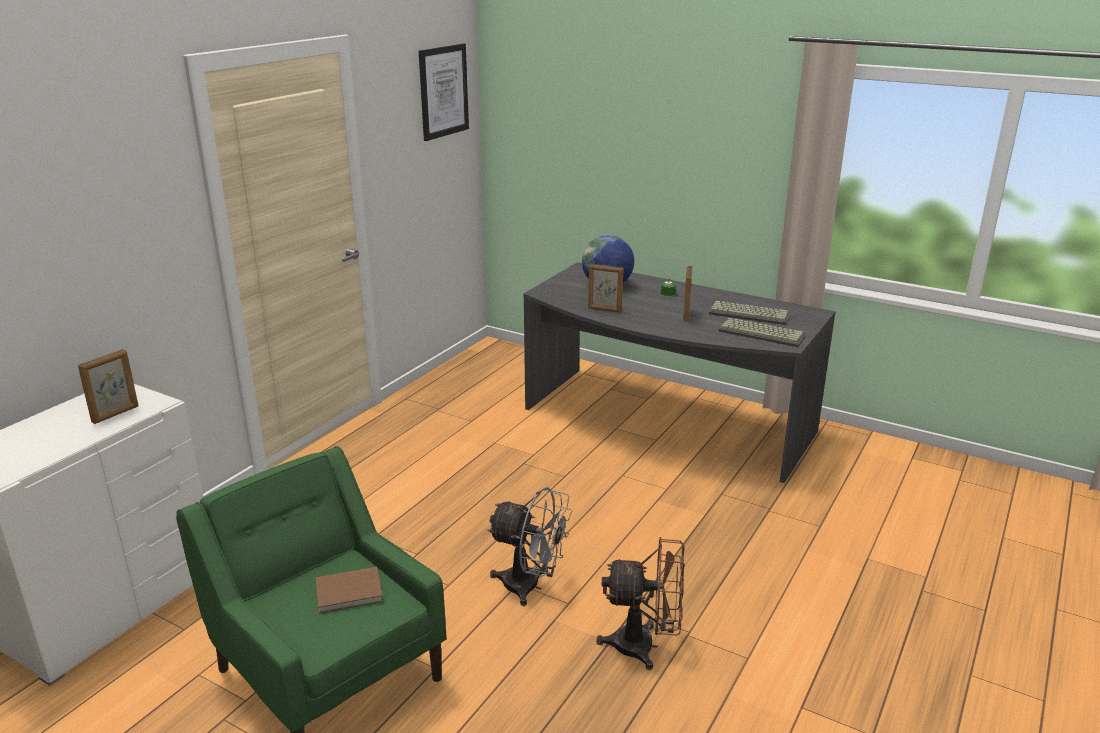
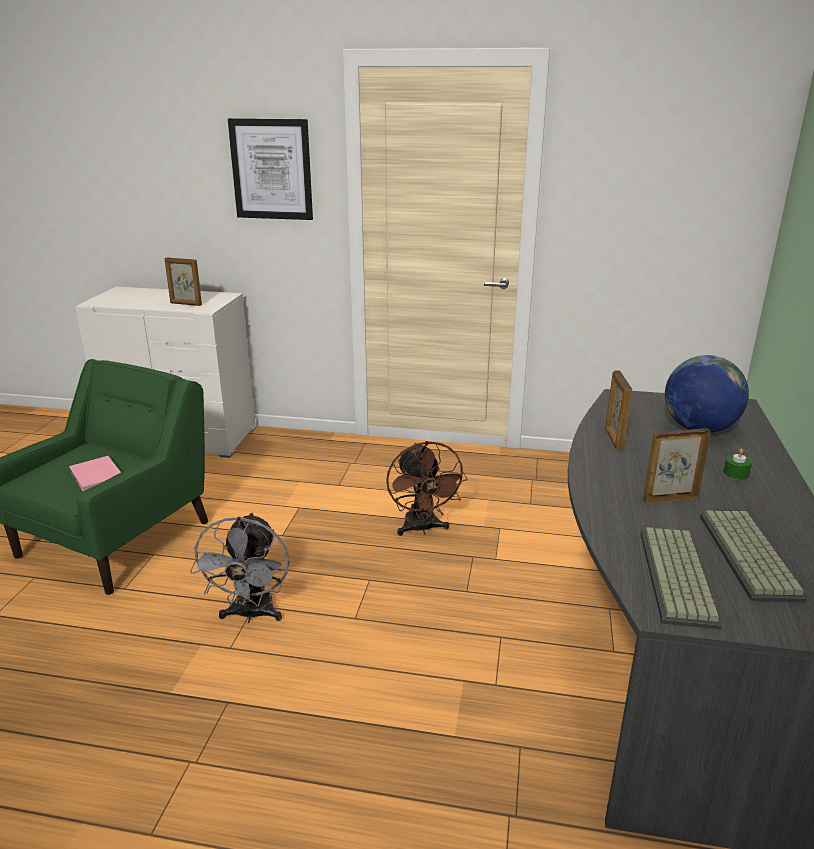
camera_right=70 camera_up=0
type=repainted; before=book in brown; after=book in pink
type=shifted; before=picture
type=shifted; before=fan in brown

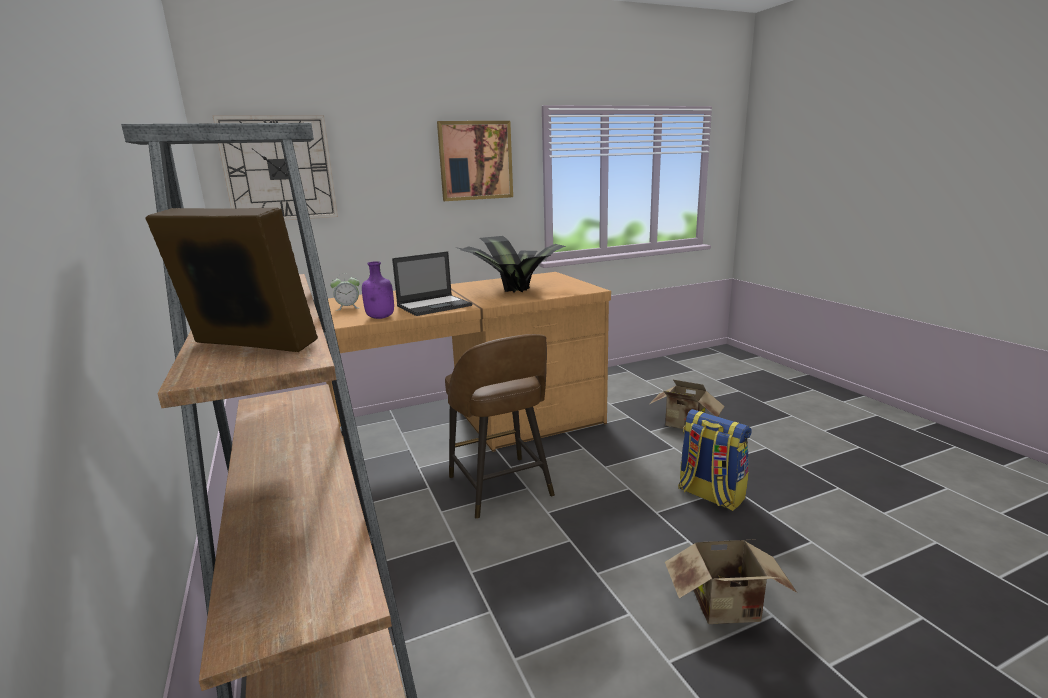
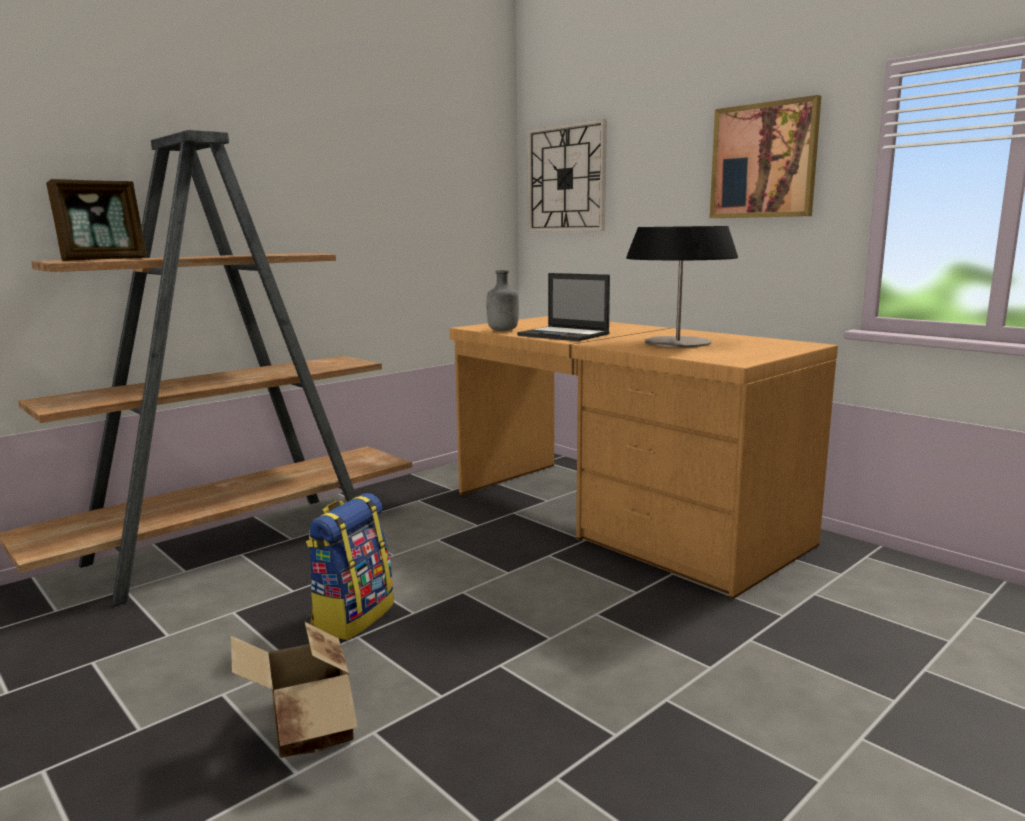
camera_right=70 camera_up=-5
type=rotated; before=picture frame; turn=45
type=shifted; before=backpack
type=repainted; before=bottle in purple; after=bottle in grey
type=swapped; before=potted plant; after=table lamp
type=gone; before=alarm clock
type=gone; before=stool in brown
type=gone; before=cardboard box (no. 1 from left)

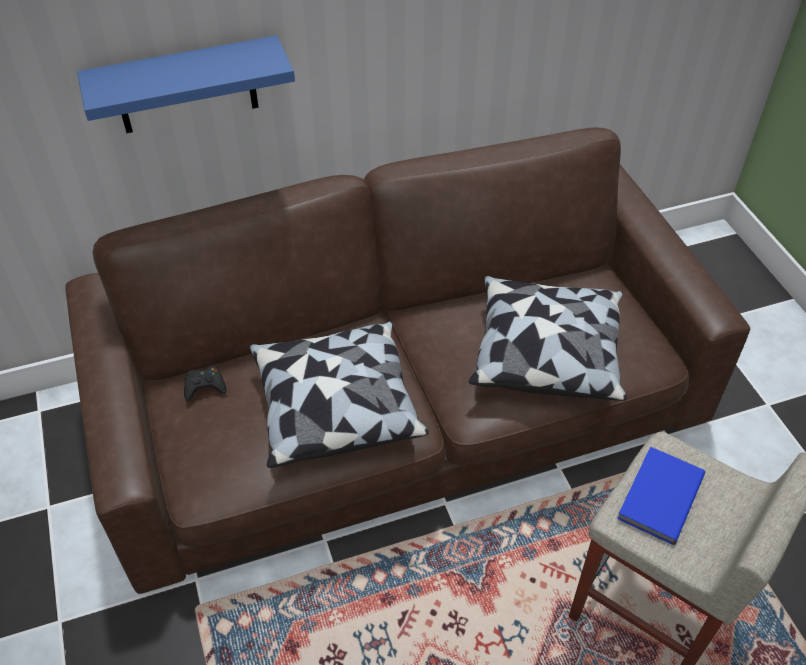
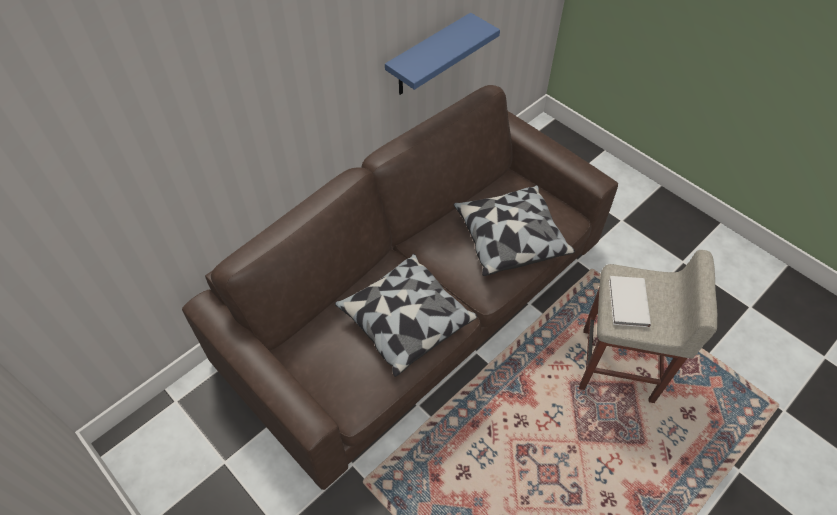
camera_right=-25 camera_up=5
type=shifted; before=shelf in blue
type=repainted; before=book in blue; after=book in white
type=gone; before=game controller in black

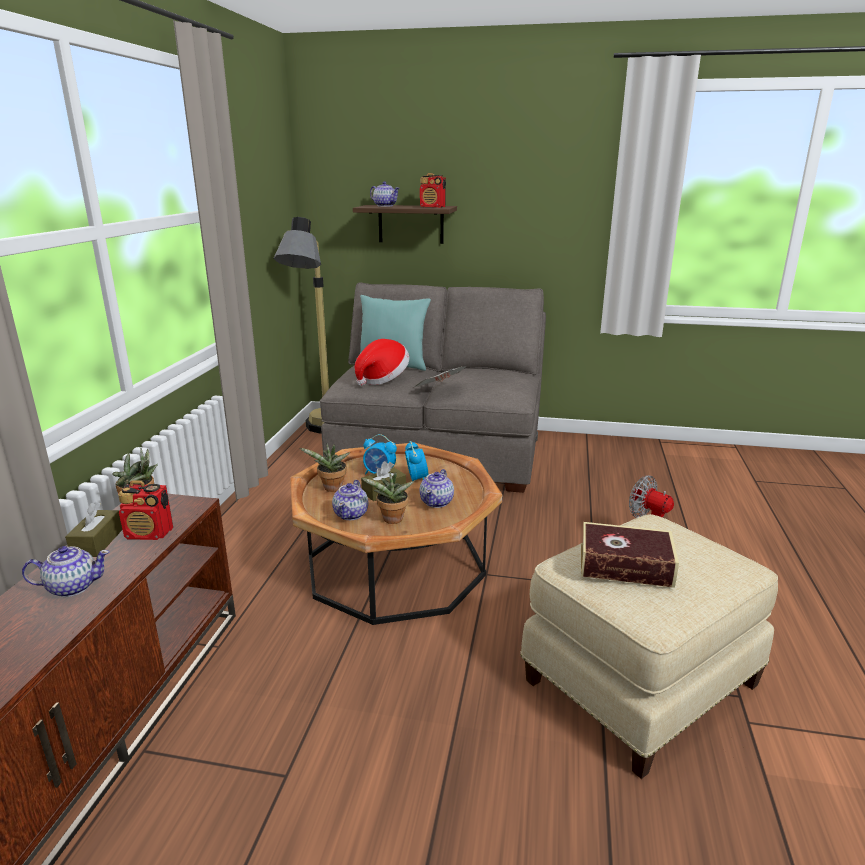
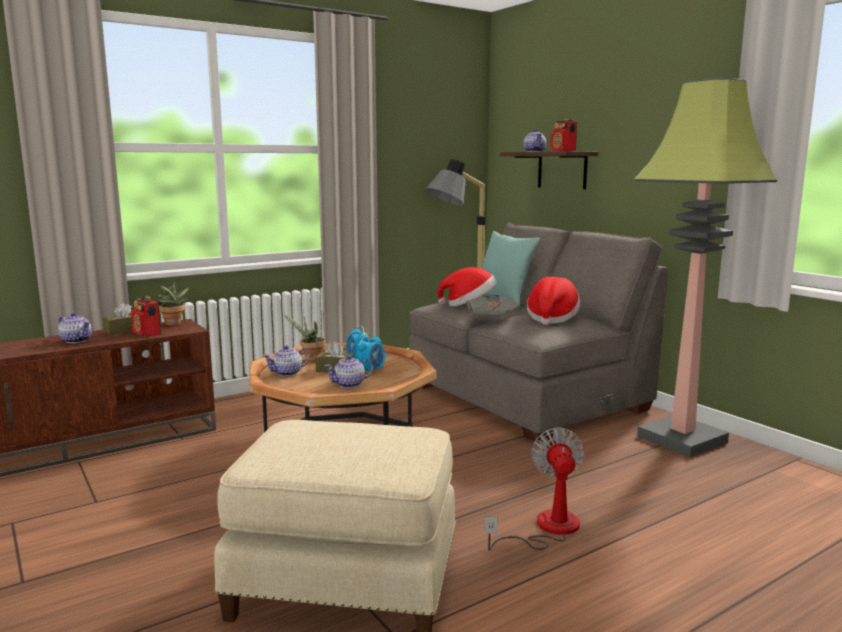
camera_right=45 camera_up=-10
type=new; after=hat (no. 2 from left)
type=new; after=floor lamp (no. 2 from left)
type=gone; before=potted plant (no. 3 from left)
type=gone; before=book

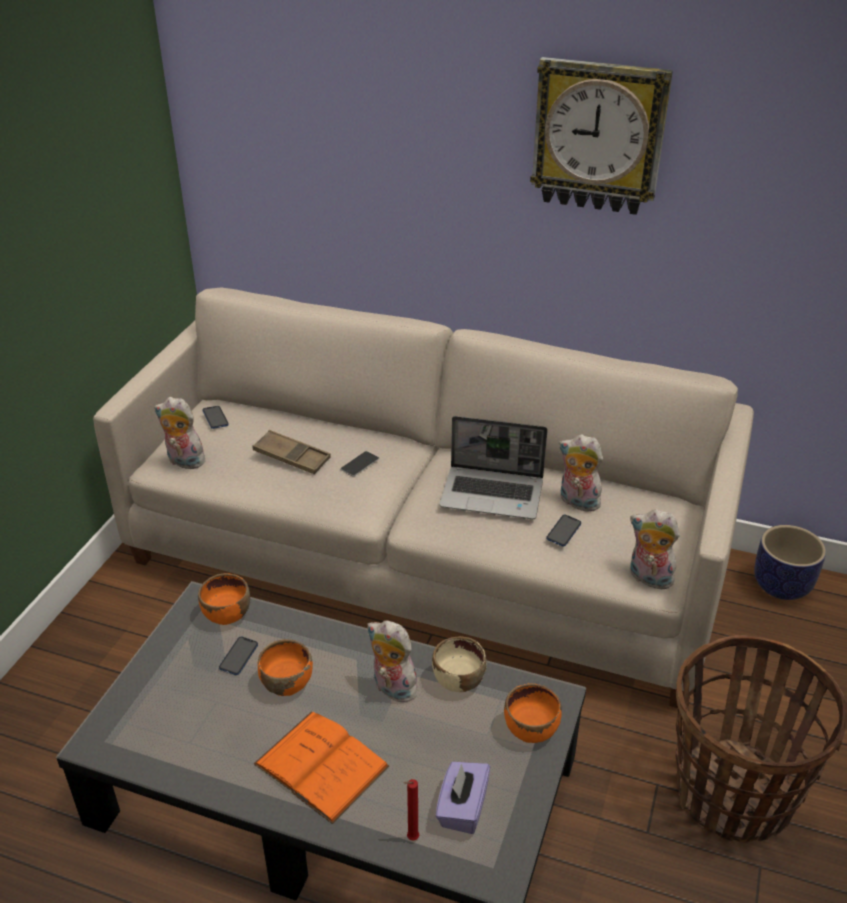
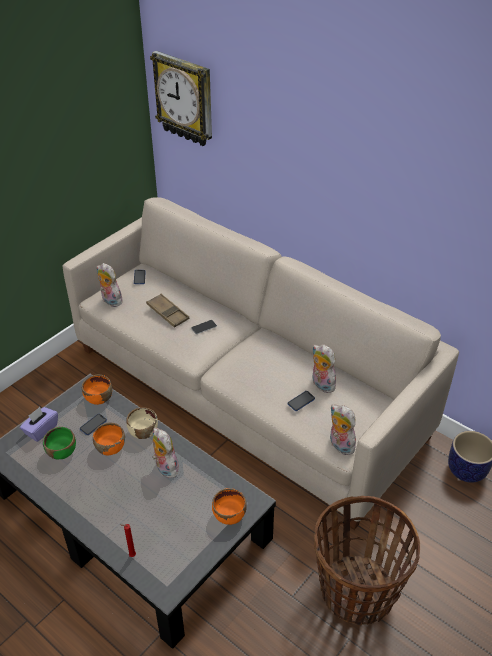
camera_right=20 camera_up=5
type=shifted; before=tissue box in purple
type=new; after=bowl in green
type=shifted; before=bowl in beige
type=shifted; before=wall clock
type=gone; before=book in orange
type=gone; before=laptop

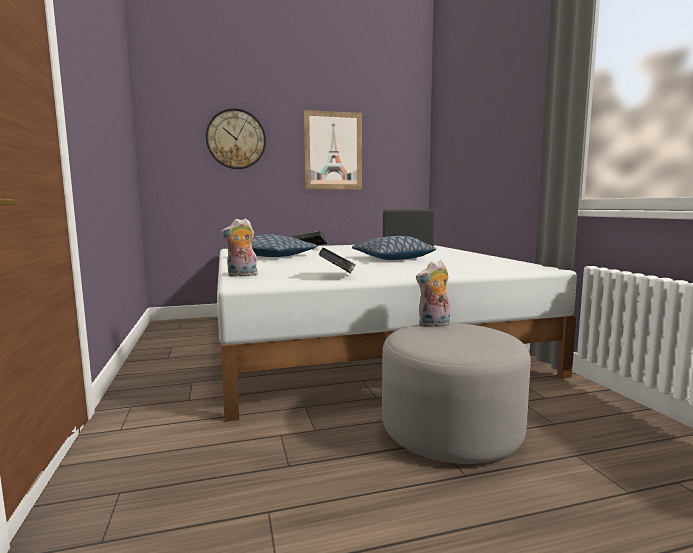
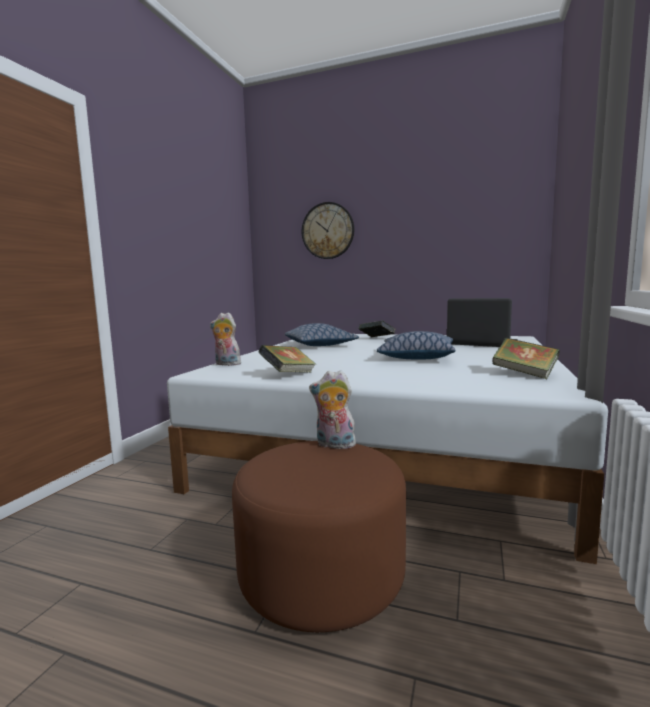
camera_right=35 camera_up=0
type=repainted; before=ottoman in grey; after=ottoman in brown
type=new; after=book (no. 3 from left)
type=gone; before=picture

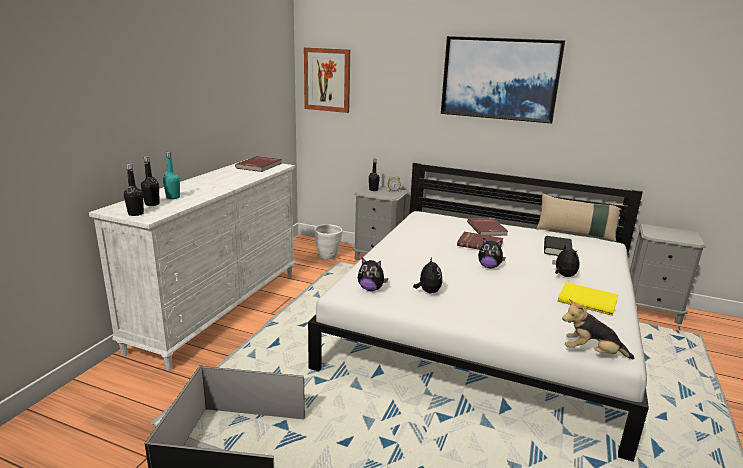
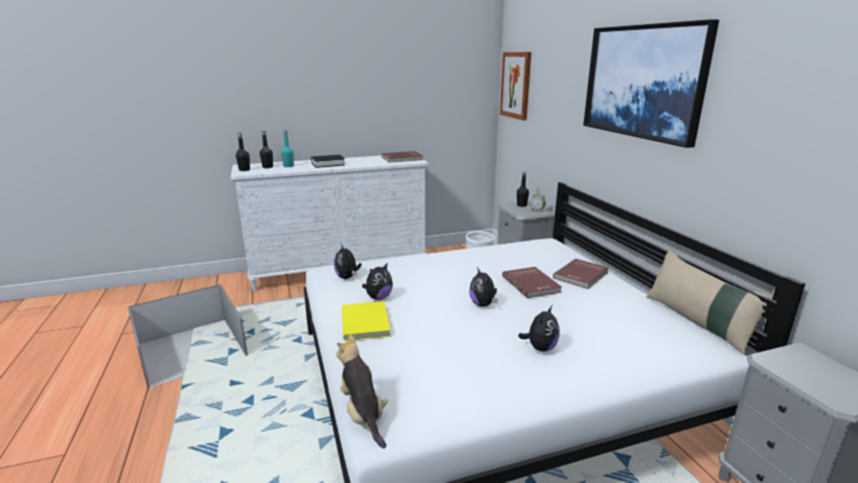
camera_right=50 camera_up=0
type=shifted; before=book in black
type=shifted; before=book in yellow

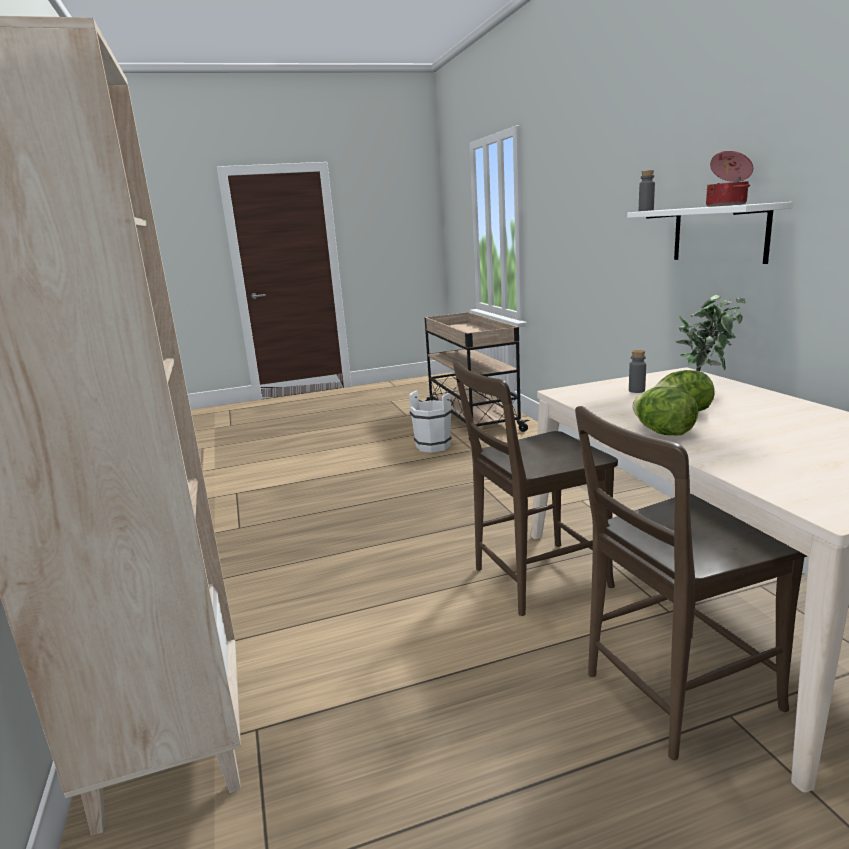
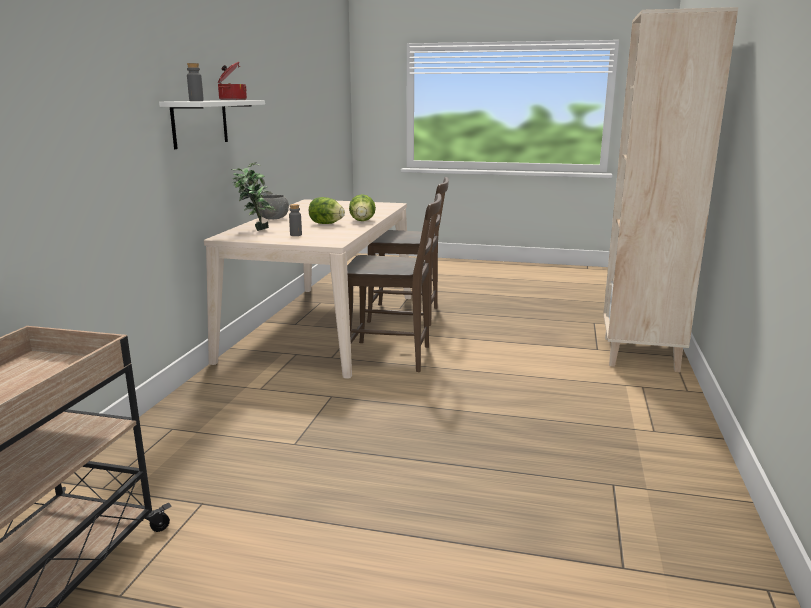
camera_right=-150 camera_up=0
type=new; after=bowl in grey
type=gone; before=bucket in white

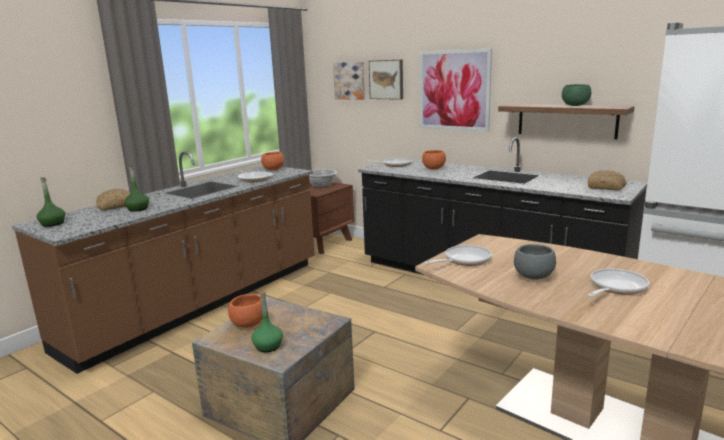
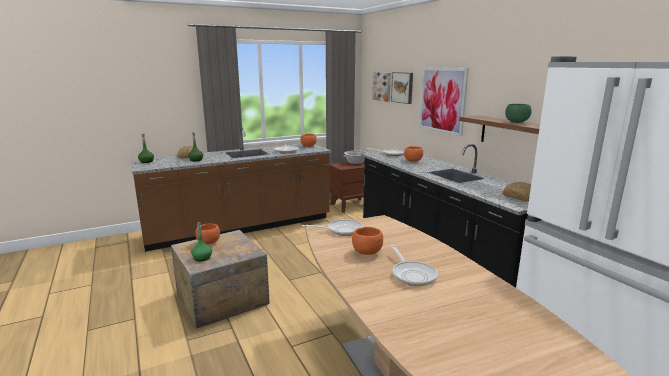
camera_right=25 camera_up=0
type=repainted; before=bowl in grey; after=bowl in orange (no. 3 from left)
type=rotated; before=frying pan (no. 4 from left); turn=90

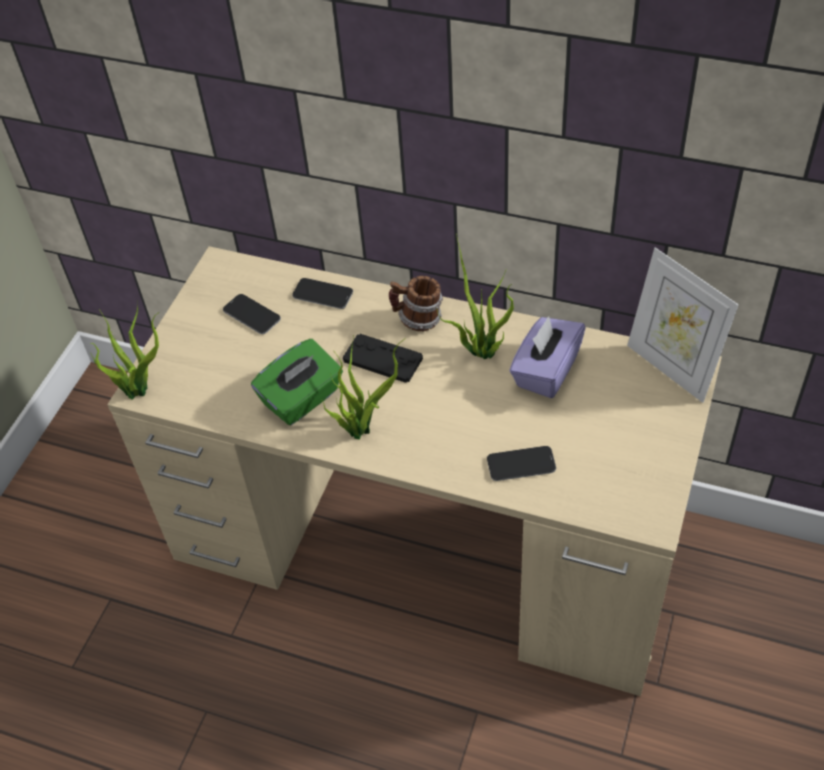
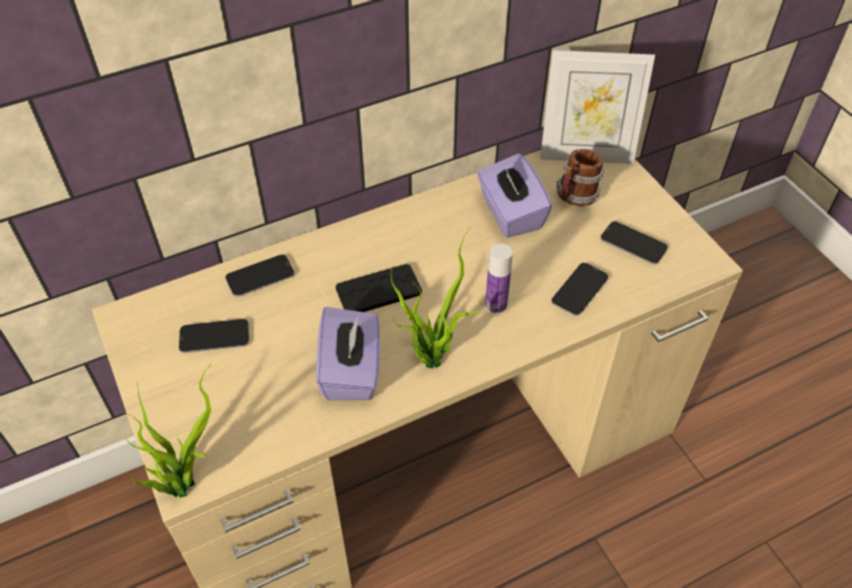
camera_right=-50 camera_up=0
type=repainted; before=tissue box in green; after=tissue box in purple (no. 1 from left)
type=new; after=bottle
type=shifted; before=mug
type=new; after=phone (no. 4 from left)
type=gone; before=potted plant (no. 3 from left)

